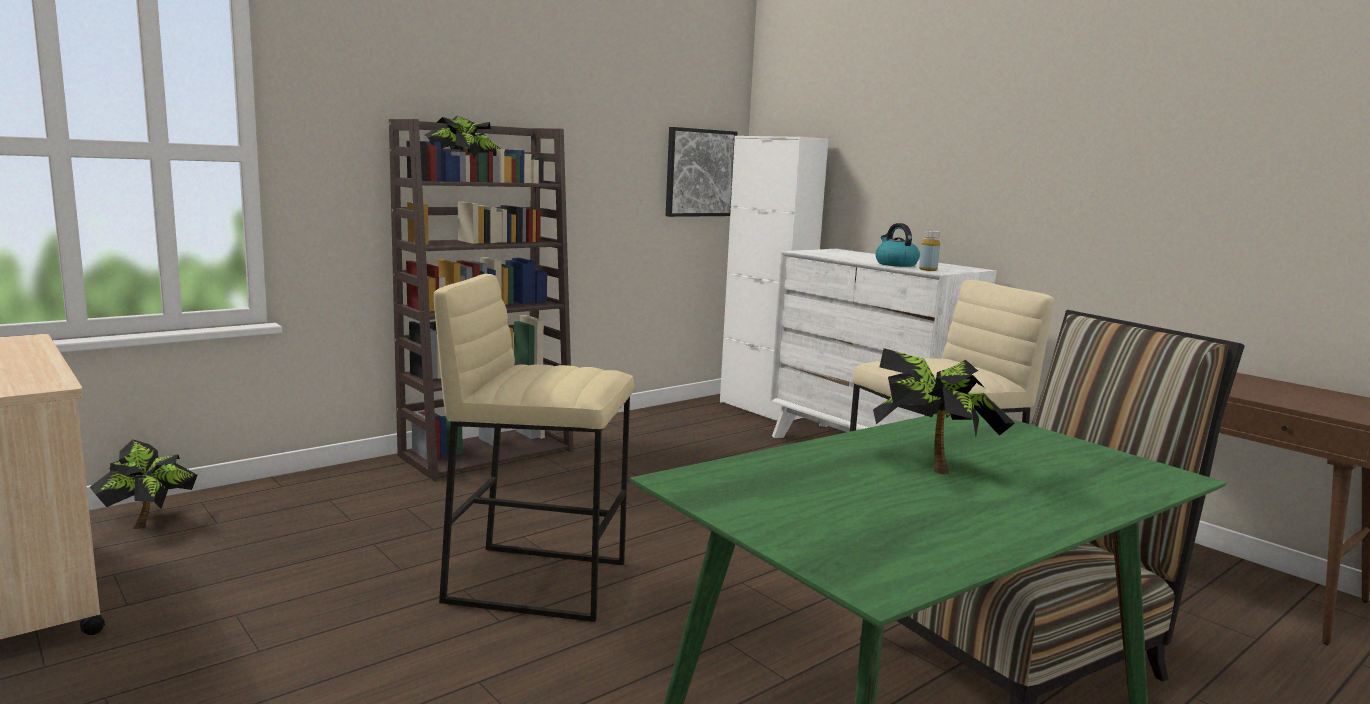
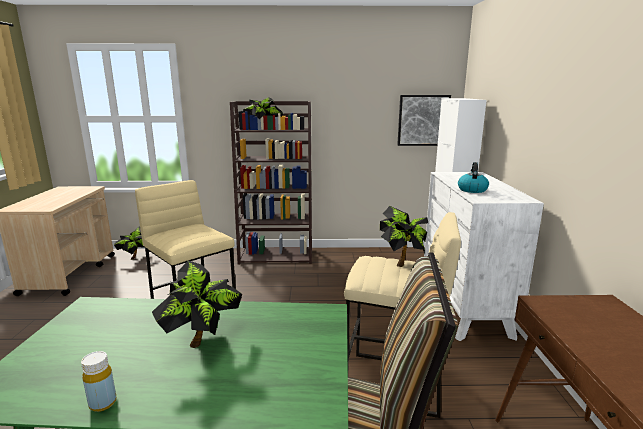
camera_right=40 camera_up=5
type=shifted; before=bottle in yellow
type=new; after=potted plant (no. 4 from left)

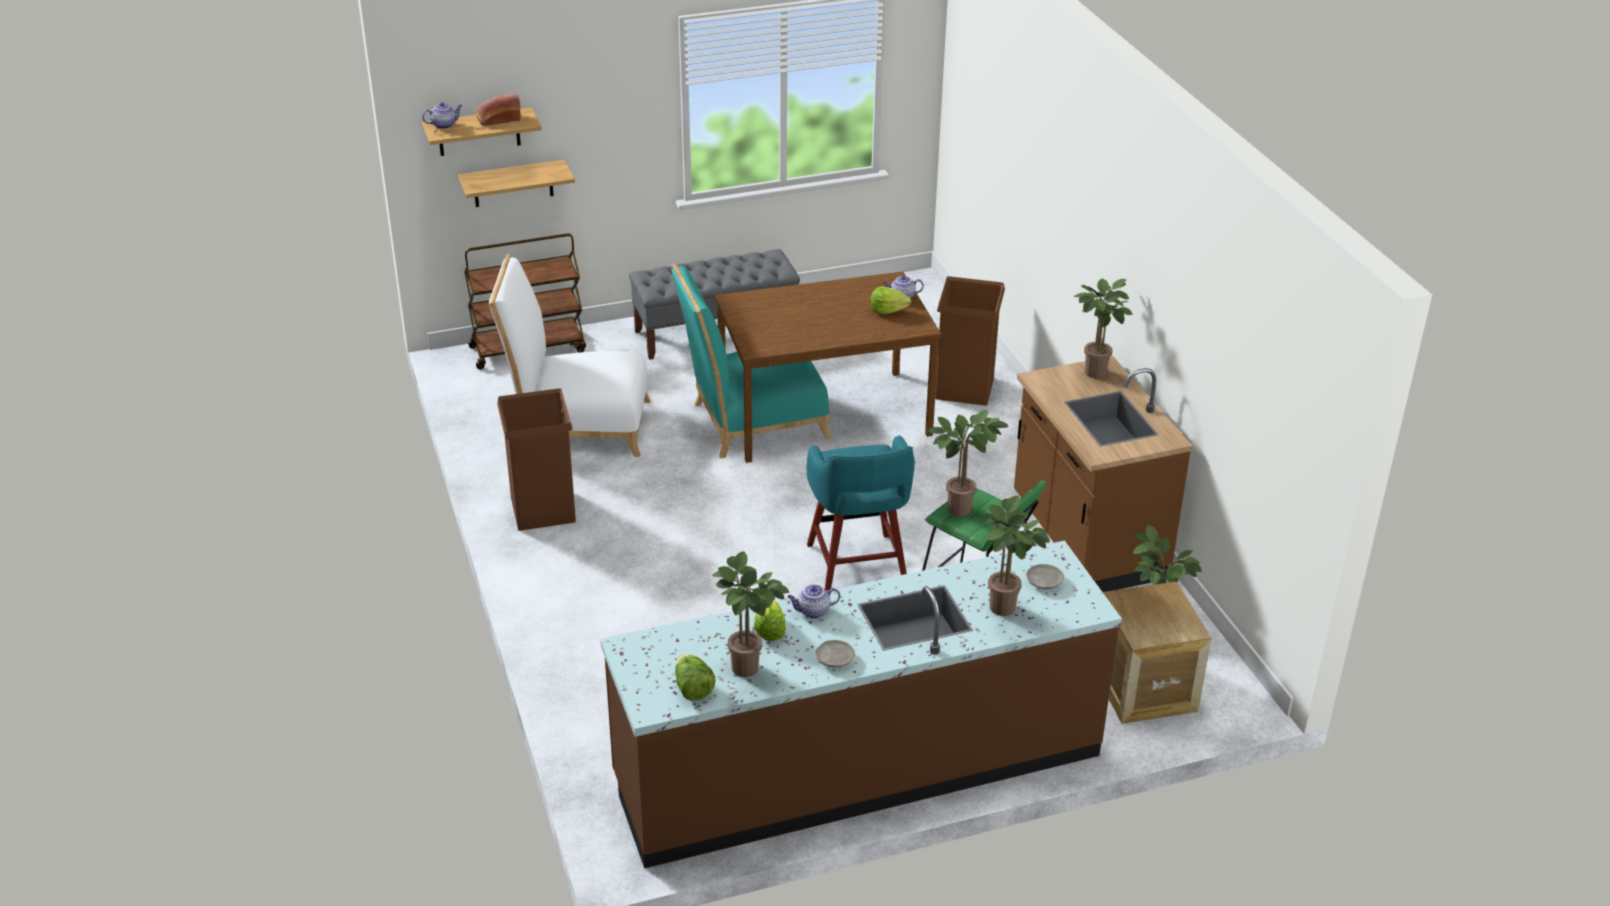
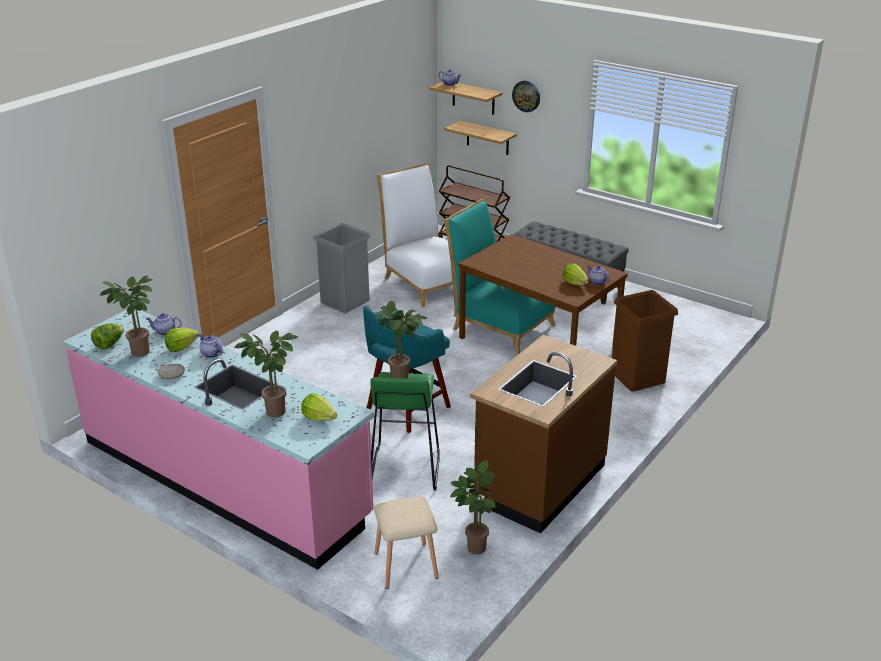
camera_right=55 camera_up=-5
type=repainted; before=counter in brown (no. 1 from left); after=counter in pink
type=new; after=teapot (no. 1 from left)
type=swapped; before=plate in beige (no. 2 from left); after=lettuce (no. 3 from left)
type=repainted; before=trash can in brown (no. 1 from left); after=trash can in grey
type=swapped; before=crate; after=stool in beige
type=new; after=wall clock
type=gone; before=bread
type=gone; before=potted plant (no. 4 from left)

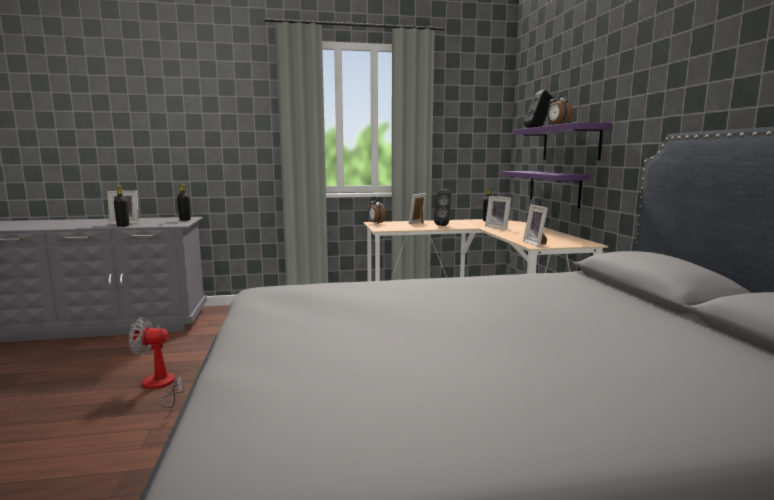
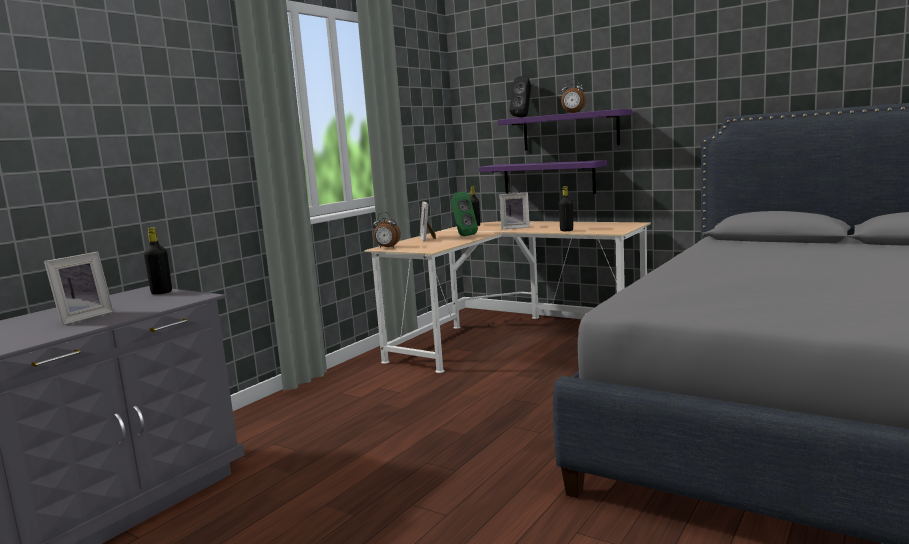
camera_right=-45 camera_up=0
type=repainted; before=speaker in black (no. 1 from left); after=speaker in green
type=shifted; before=bottle in black (no. 1 from left in the first image); after=bottle in black (no. 3 from left)
type=gone; before=fan
type=gone; before=picture frame (no. 4 from left)

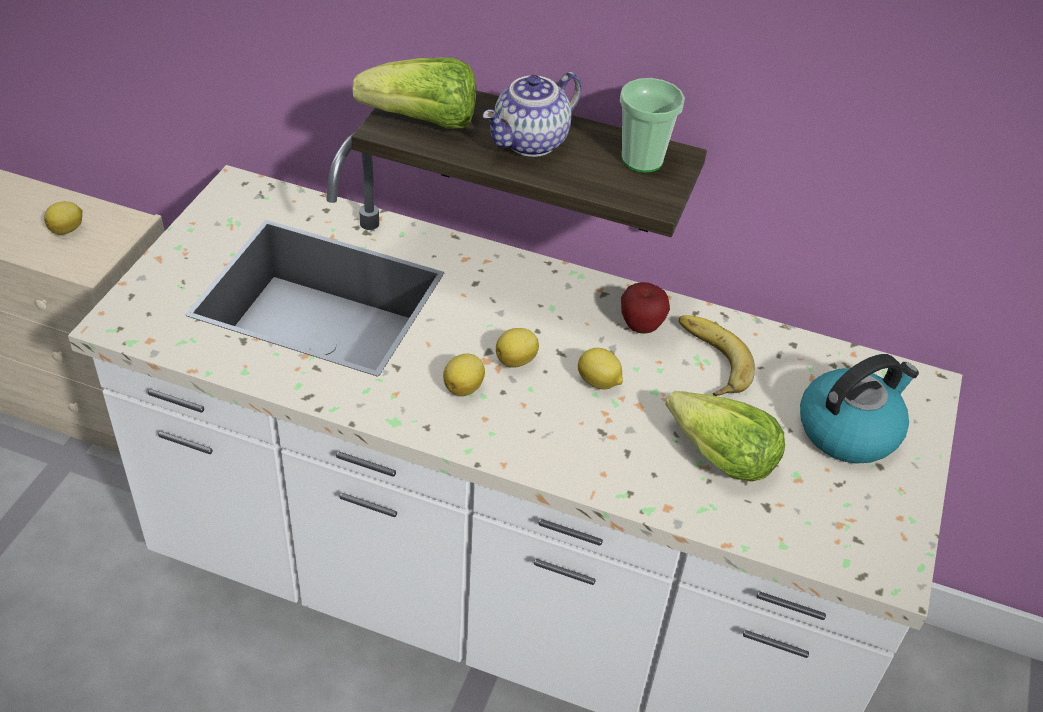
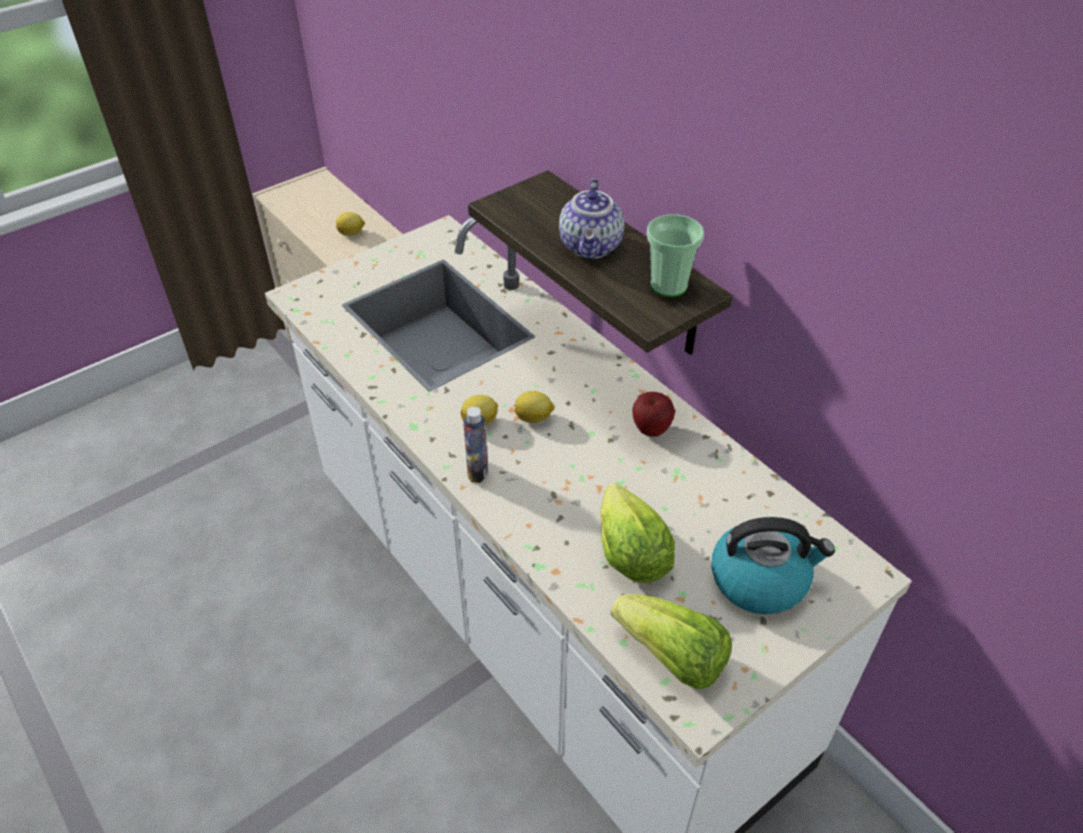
camera_right=35 camera_up=0
type=new; after=bottle
type=rotated; before=teapot; turn=-75
type=shifted; before=lettuce (no. 1 from left in the first image); after=lettuce (no. 2 from left)
type=gone; before=lemon (no. 4 from left)
type=gone; before=banana

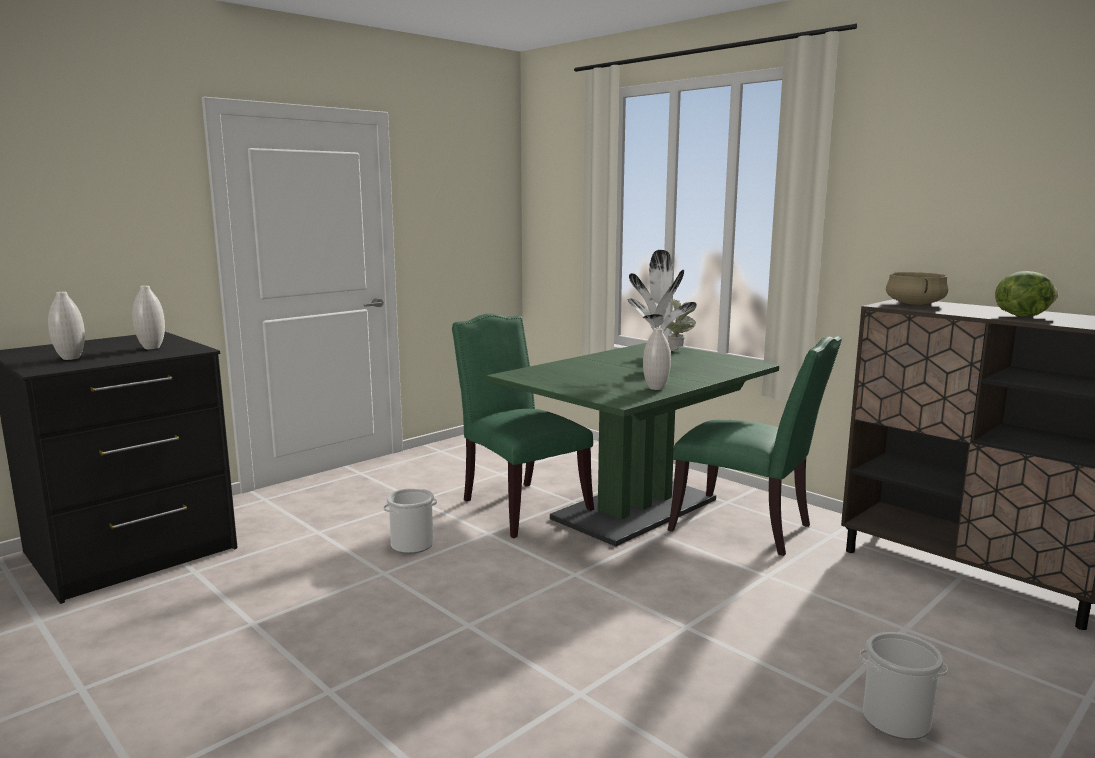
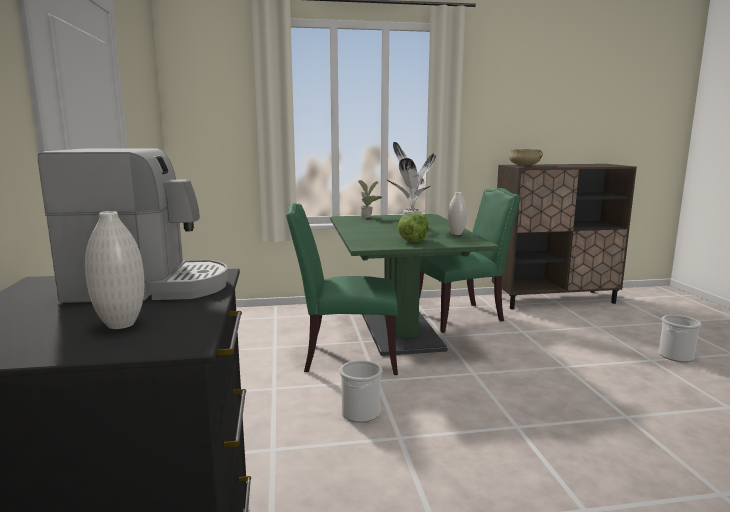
camera_right=-55 camera_up=0
type=swapped; before=vase in white (no. 2 from left); after=coffee machine
type=shifted; before=lettuce

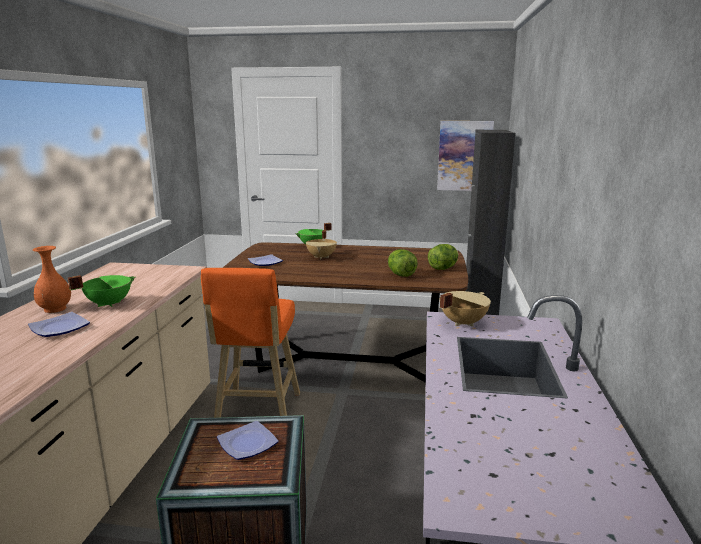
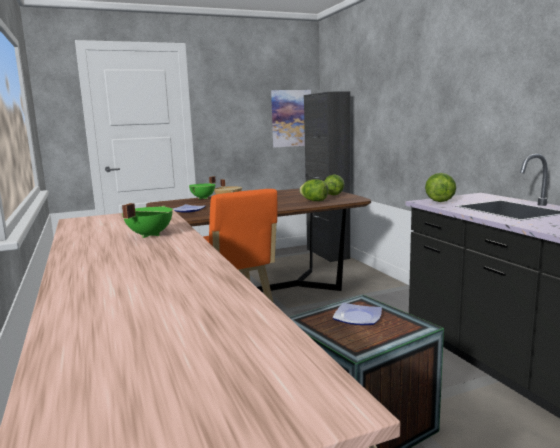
camera_right=-30 camera_up=-5
type=swapped; before=cooking pot in beige (no. 2 from left); after=lettuce (no. 3 from left)
type=gone; before=plate (no. 1 from left)
type=gone; before=vase in orange

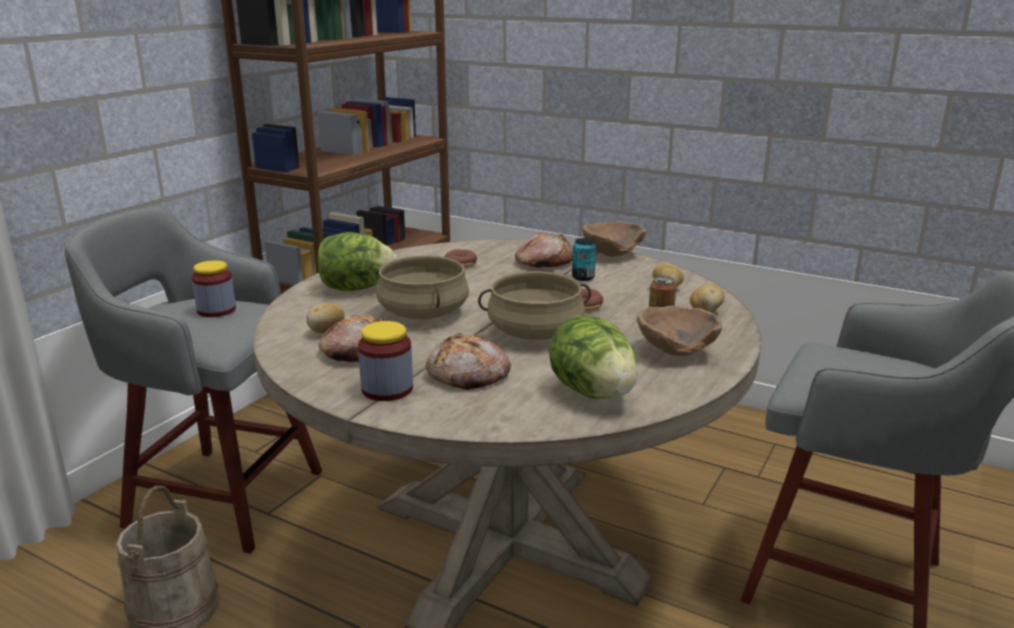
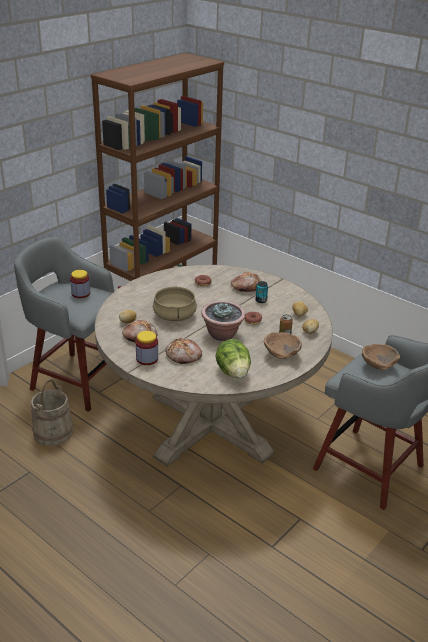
camera_right=10 camera_up=10
type=swapped; before=cooking pot in beige (no. 2 from left); after=potted plant
type=shifted; before=bowl in brown (no. 1 from left in the first image); after=bowl in brown (no. 2 from left)
type=gone; before=lettuce (no. 1 from left)

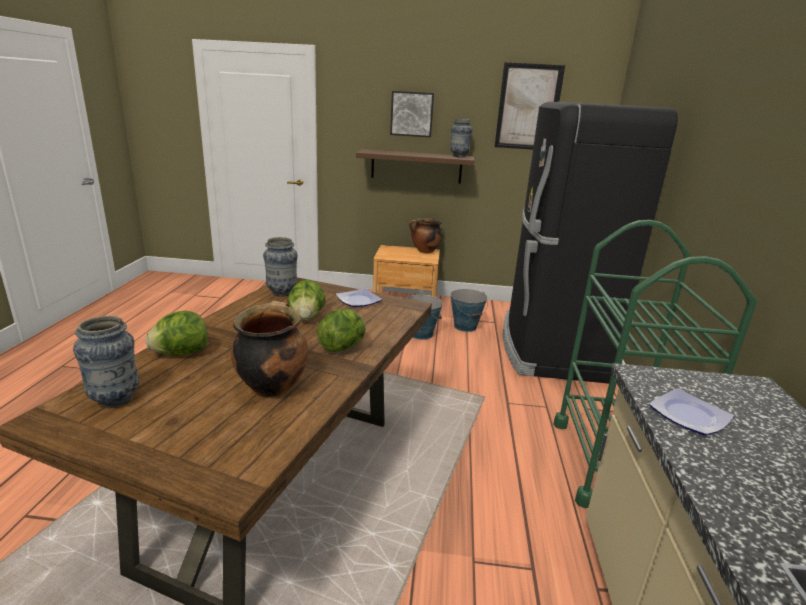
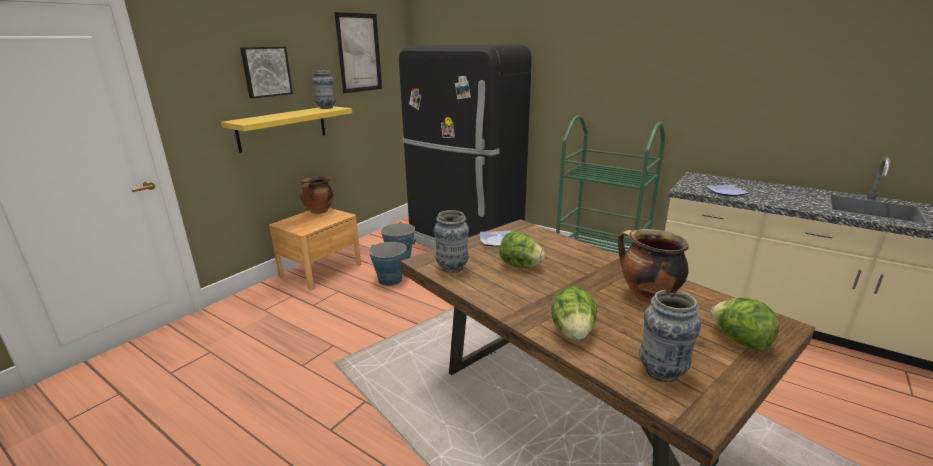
camera_right=-60 camera_up=0
type=repainted; before=shelf in brown; after=shelf in yellow
type=shifted; before=lettuce (no. 3 from left)

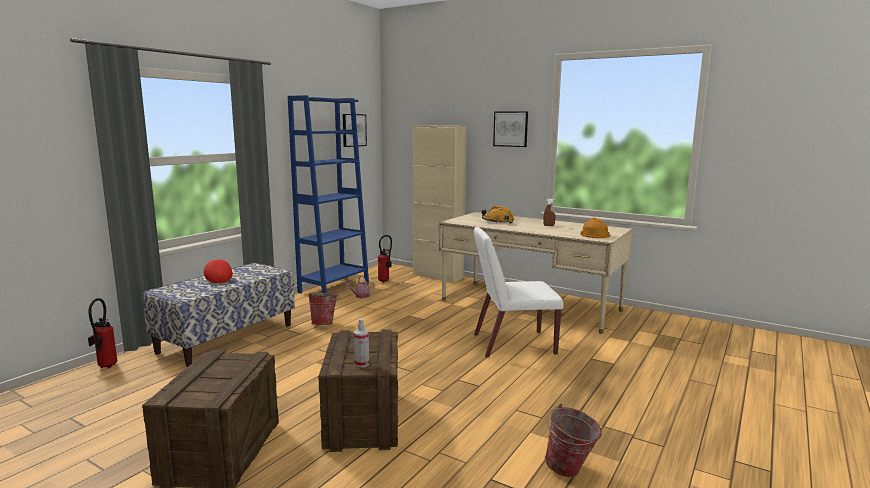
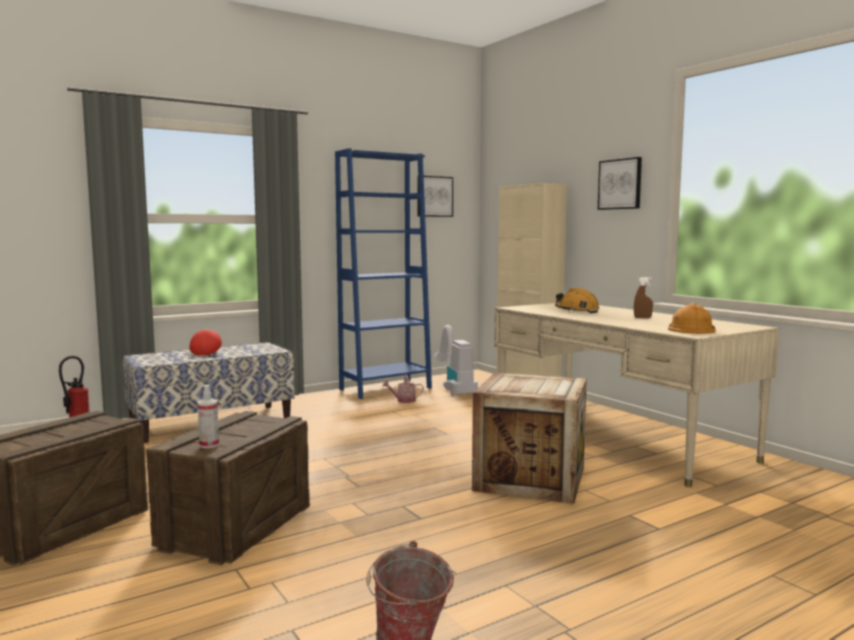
camera_right=25 camera_up=-5
type=swapped; before=fire extinguisher (no. 2 from left); after=vacuum cleaner
type=swapped; before=chair in white; after=crate (no. 3 from left)
type=gone; before=bucket (no. 1 from left)

